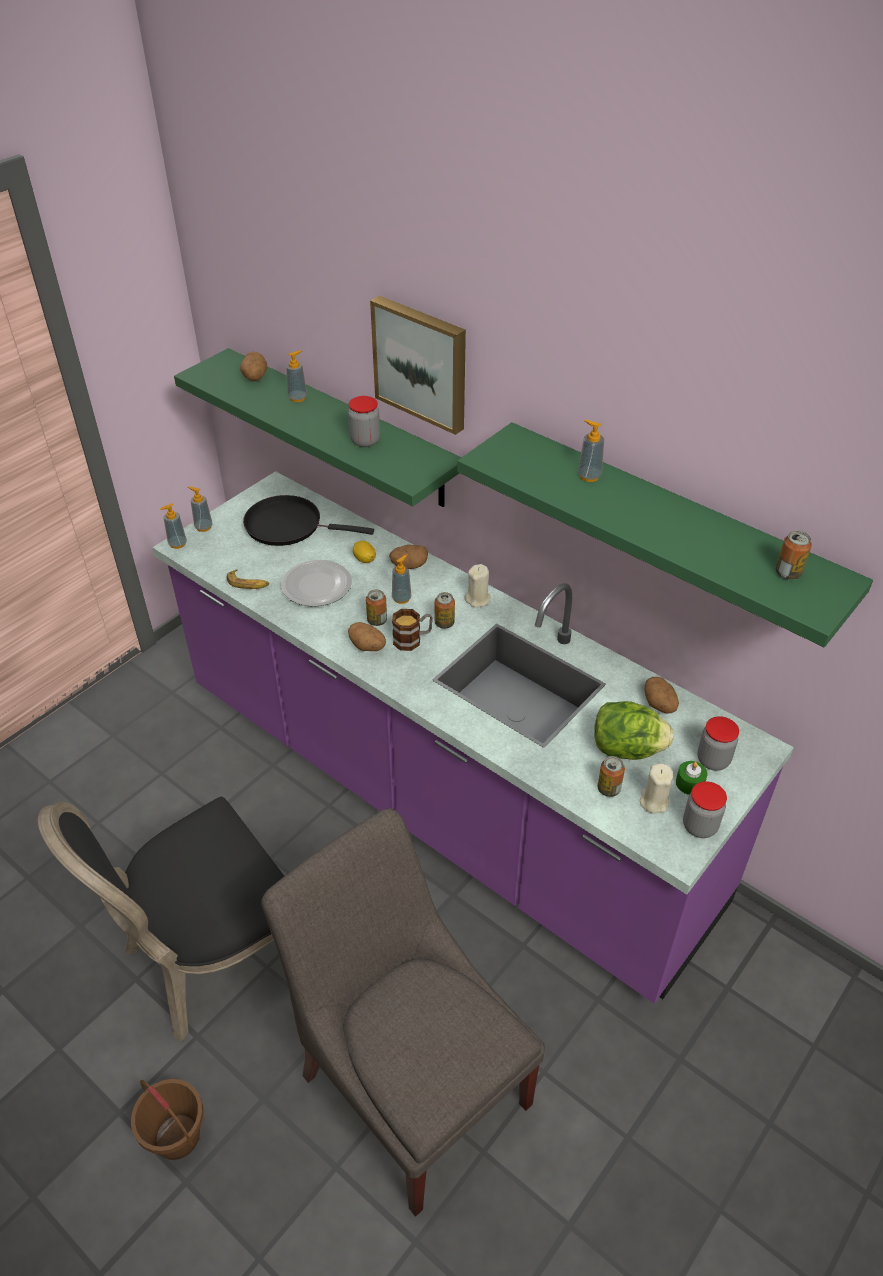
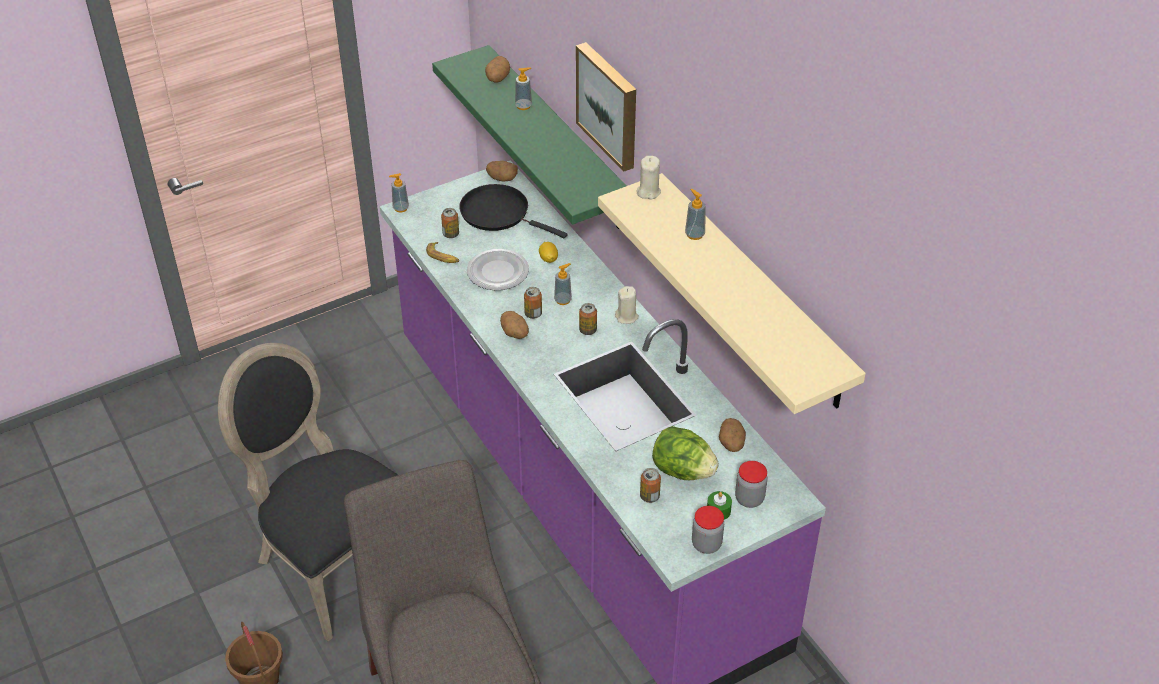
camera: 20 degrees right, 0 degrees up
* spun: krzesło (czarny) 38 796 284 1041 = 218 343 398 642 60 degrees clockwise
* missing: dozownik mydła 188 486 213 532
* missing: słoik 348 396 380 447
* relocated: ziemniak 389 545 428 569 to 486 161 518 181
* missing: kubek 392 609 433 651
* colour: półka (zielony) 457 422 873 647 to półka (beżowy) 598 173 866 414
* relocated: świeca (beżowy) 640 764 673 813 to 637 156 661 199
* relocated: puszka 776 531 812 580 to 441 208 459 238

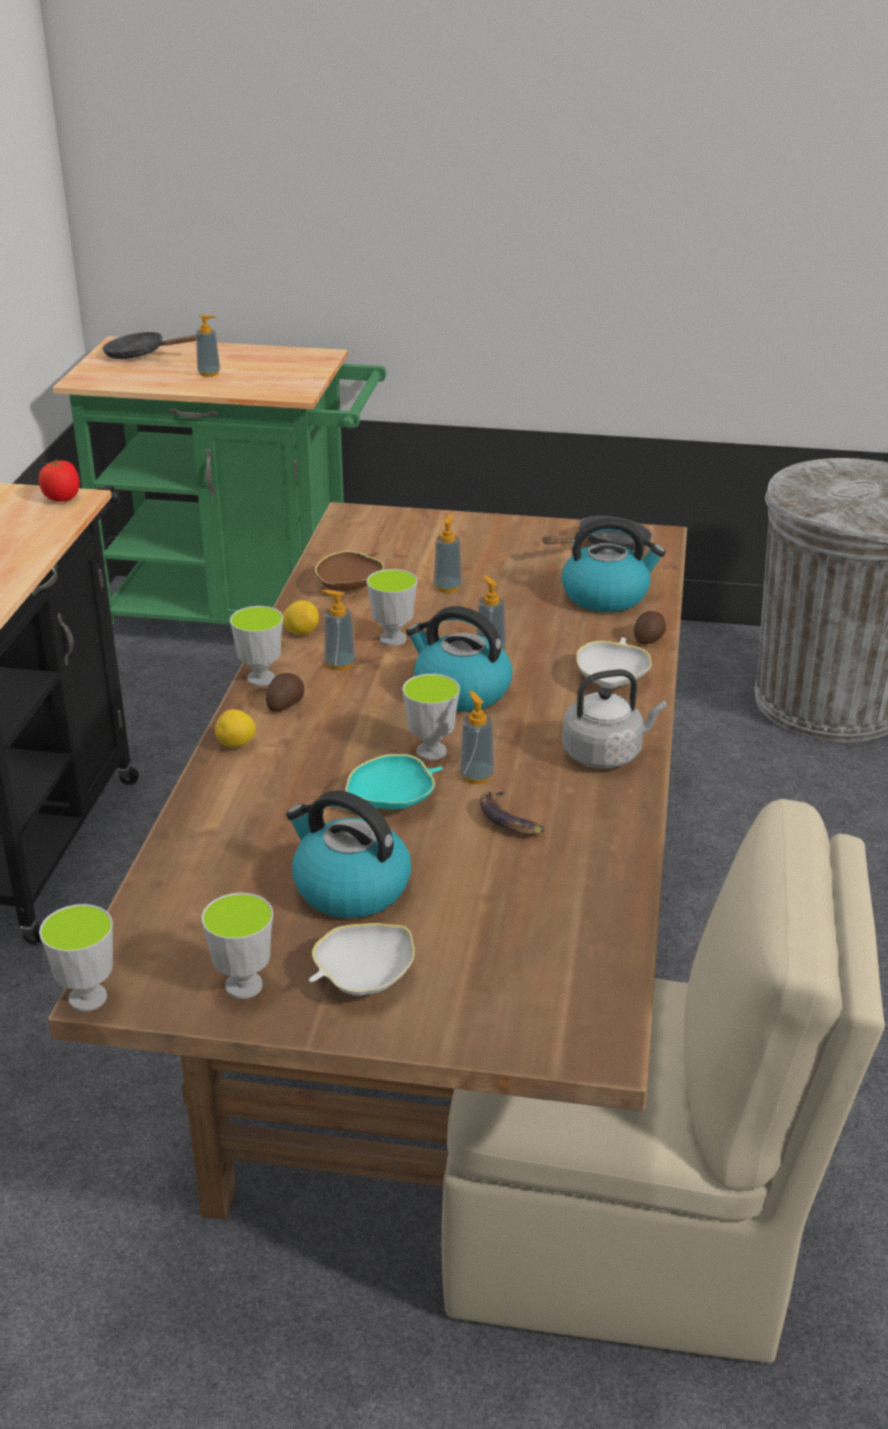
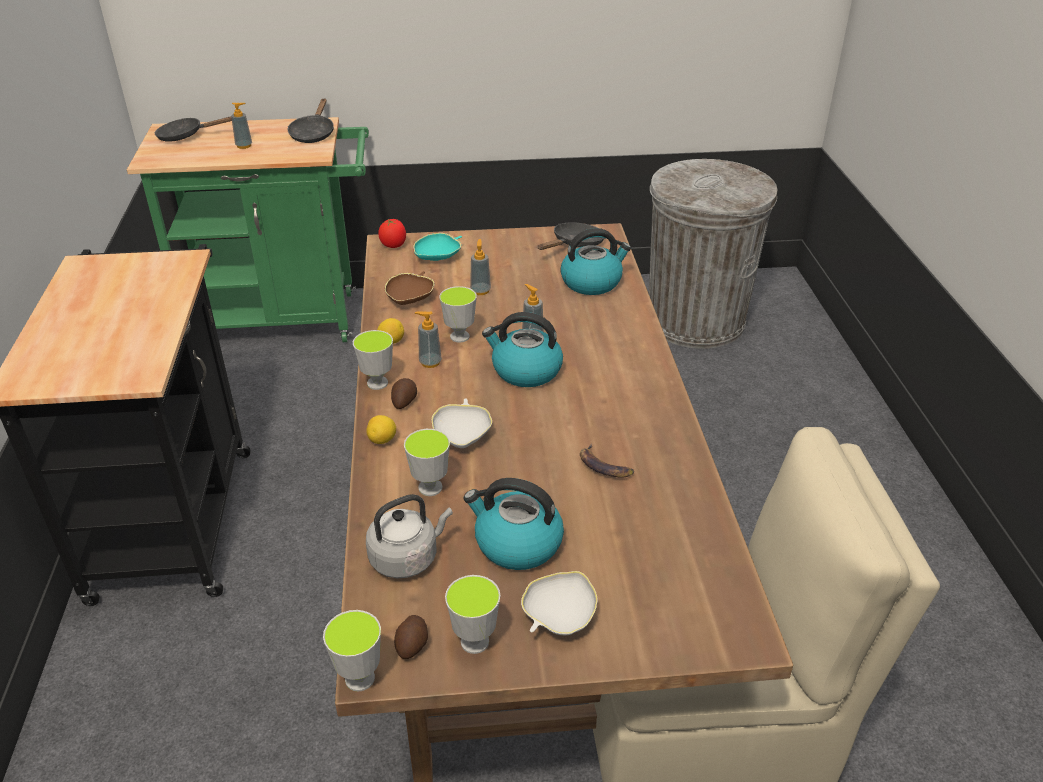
camera: 15 degrees left, 5 degrees up
* relocated: pomidor 39 459 80 502 to 378 219 406 248
* relocated: miska (turkusowy) 345 754 443 809 to 413 233 462 261
* relocated: filiżanka 402 674 460 760 to 404 429 450 496
* missing: dozownik mydła 459 691 494 784
* relocated: czajnik (szary) 562 669 667 769 to 366 494 453 578
* relocated: miska (biały) 576 637 652 689 to 432 398 492 448
* relocated: ziemniak 634 611 666 644 to 394 615 428 659
* appeared: patelnia (czarny) 288 98 334 143

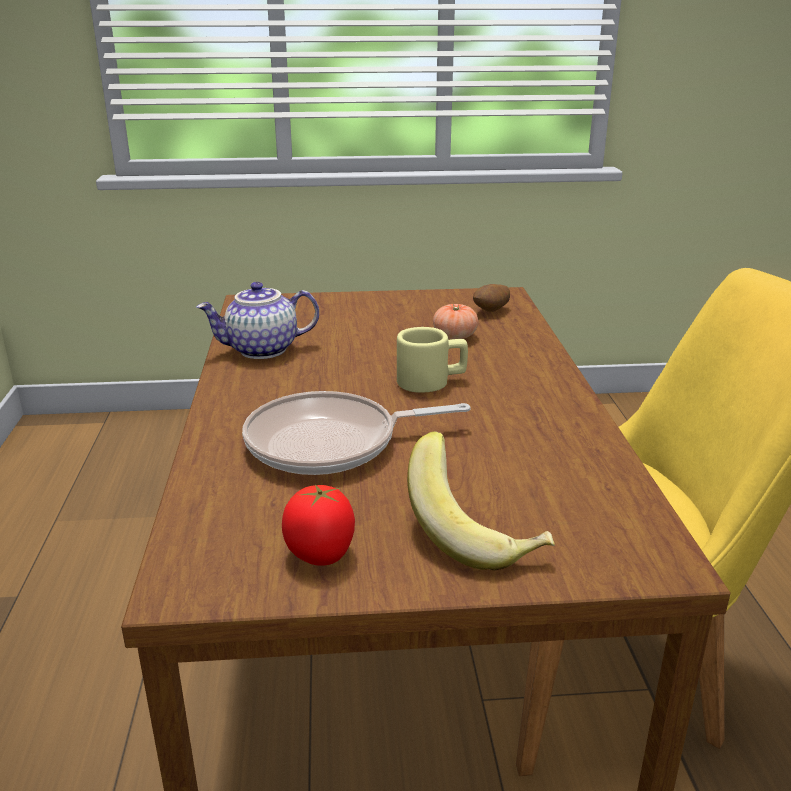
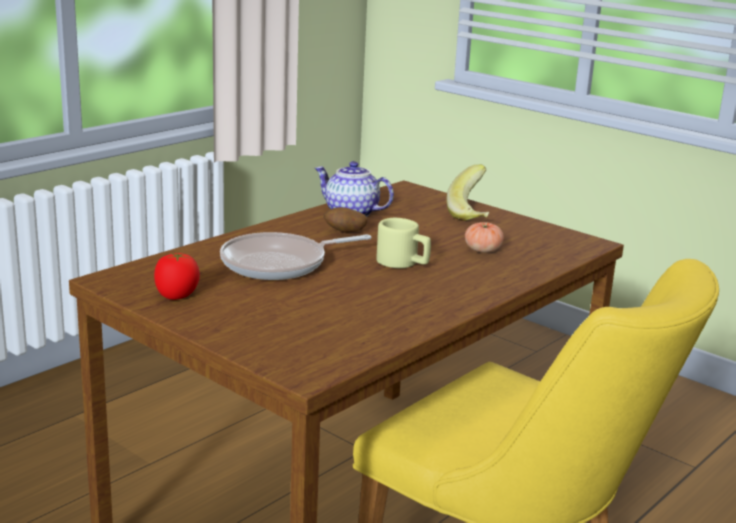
camera: 45 degrees right, 5 degrees down
* spun: patelnia 242 391 471 475 = 220 232 371 280 60 degrees counterclockwise
* relocated: banan 407 431 555 570 to 447 165 489 221
* relocated: ziemniak 473 284 510 312 to 324 207 367 233

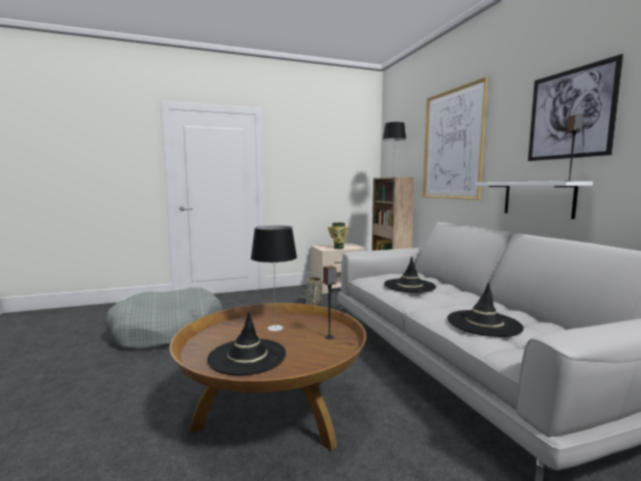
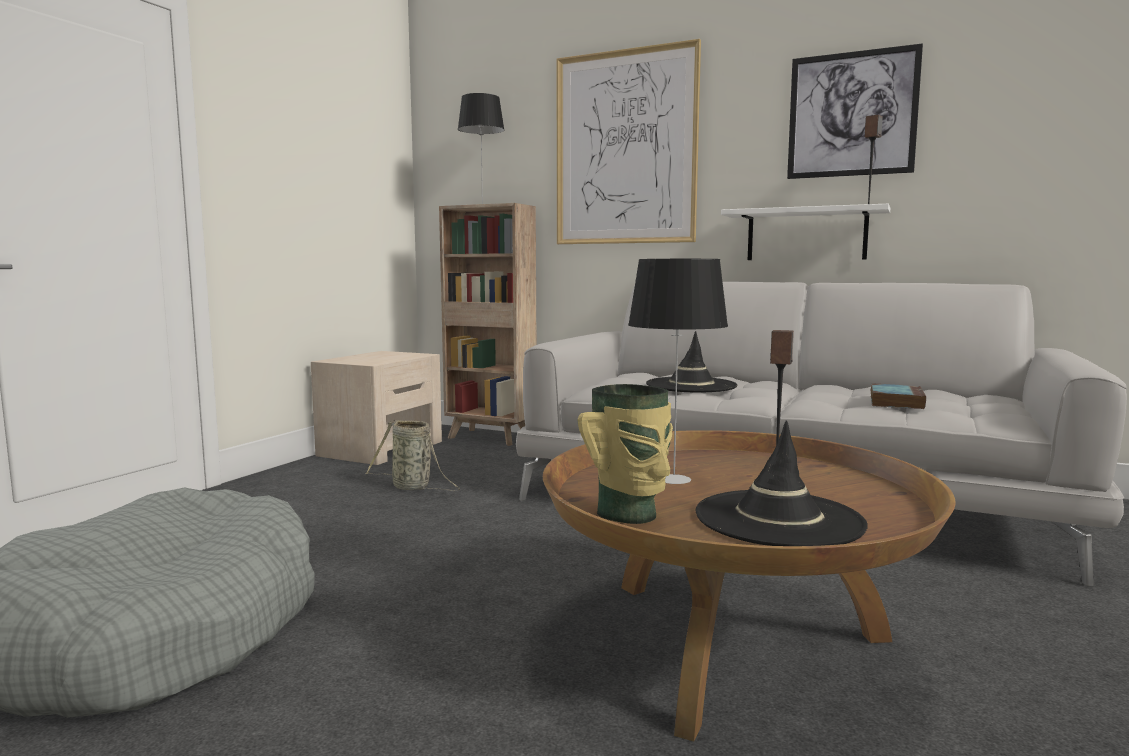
camera: 45 degrees left, 0 degrees up
* relocated: wazon 328 223 349 249 to 577 384 673 524
* exchanged: kapelusz (czarny) 447 282 524 337 to książka 870 383 926 409

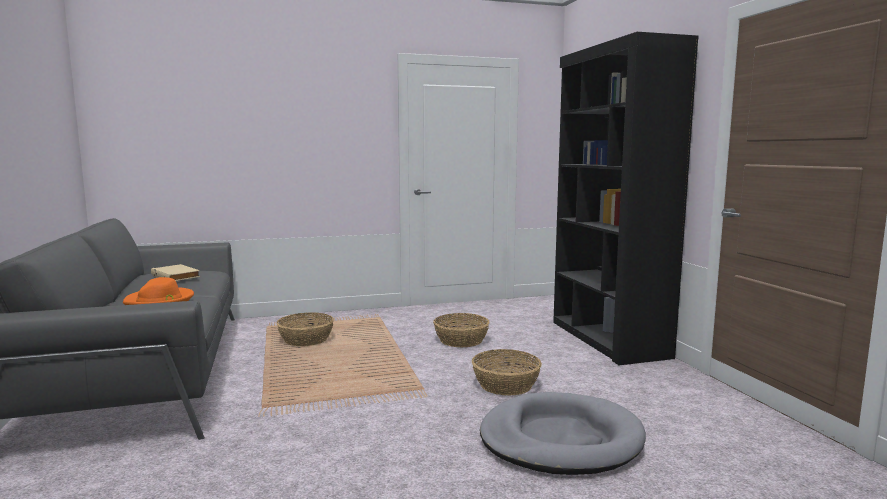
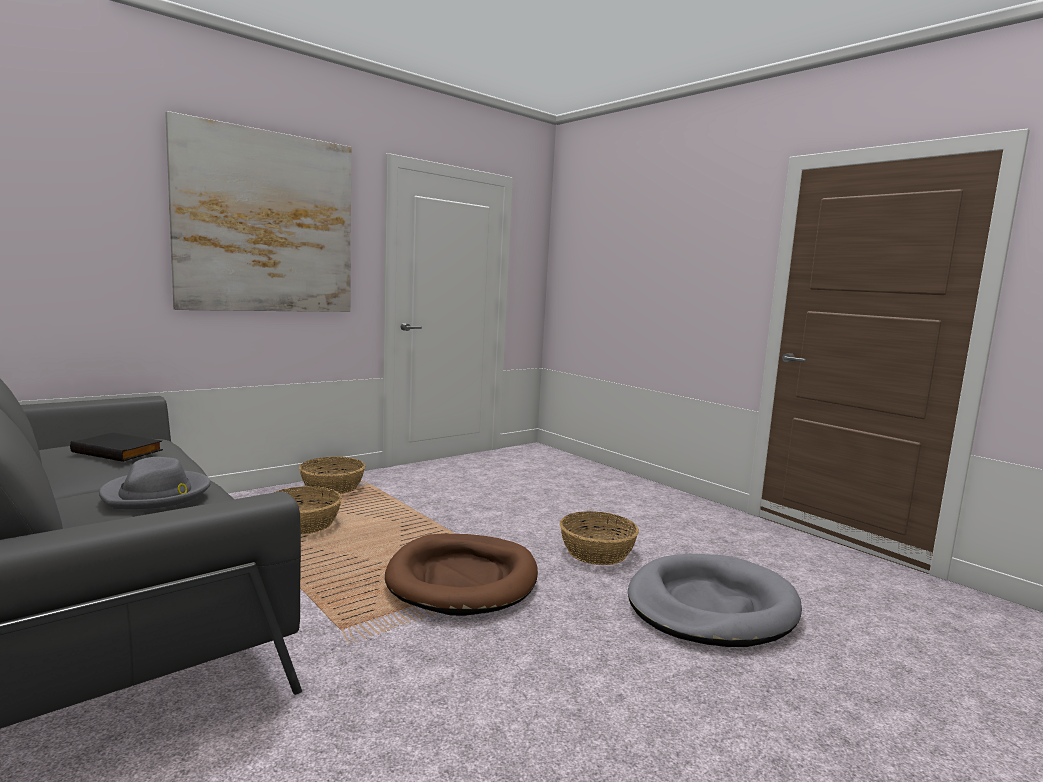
camera: 25 degrees left, 0 degrees up
* colour: kapelusz (pomarańczowy) 123 277 194 305 to kapelusz (szary) 99 457 211 510
* colour: książka (beżowy) 151 264 200 281 to książka (czarny) 70 432 163 462
* relocated: koszyk 433 313 490 347 to 299 456 365 495
* missing: regał (czarny) 553 32 699 365
* appeared: obraz 165 111 351 312
* appeared: legowisko (brązowy) 385 534 538 616

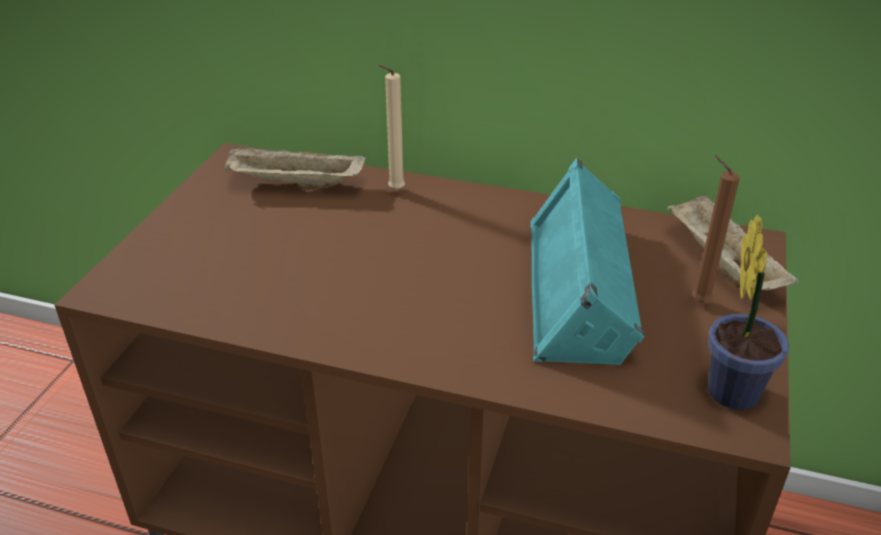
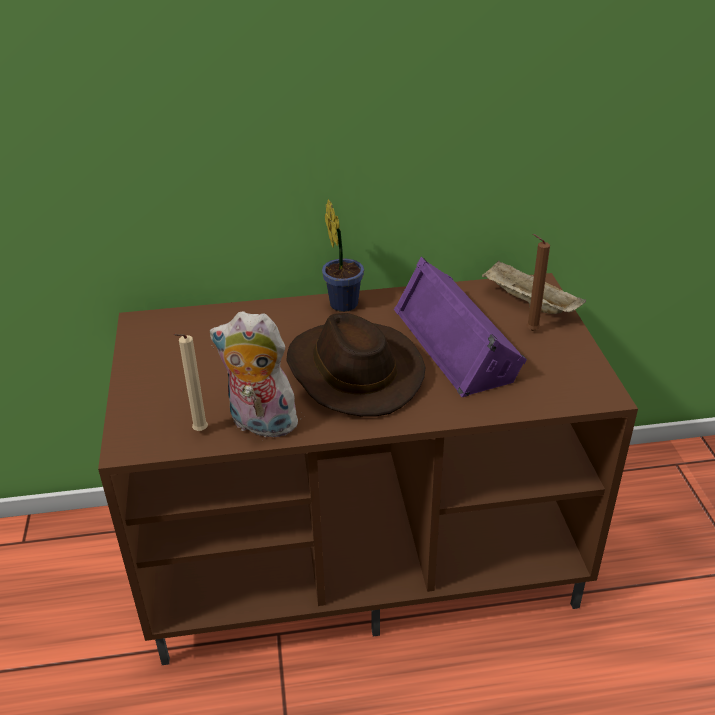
camera: 25 degrees left, 0 degrees up
* missing: taca (beżowy) 224 146 366 190
* relocated: świeca (beżowy) 378 65 405 190 to 174 334 208 431
* colour: głośnik (turkusowy) 531 158 645 365 to głośnik (fioletowy) 394 257 527 397
* relocated: roślina doniczkowa 708 215 789 410 to 322 199 364 312
* appeared: pluszak 210 311 301 437
* appeared: kapelusz (brązowy) 286 313 425 417

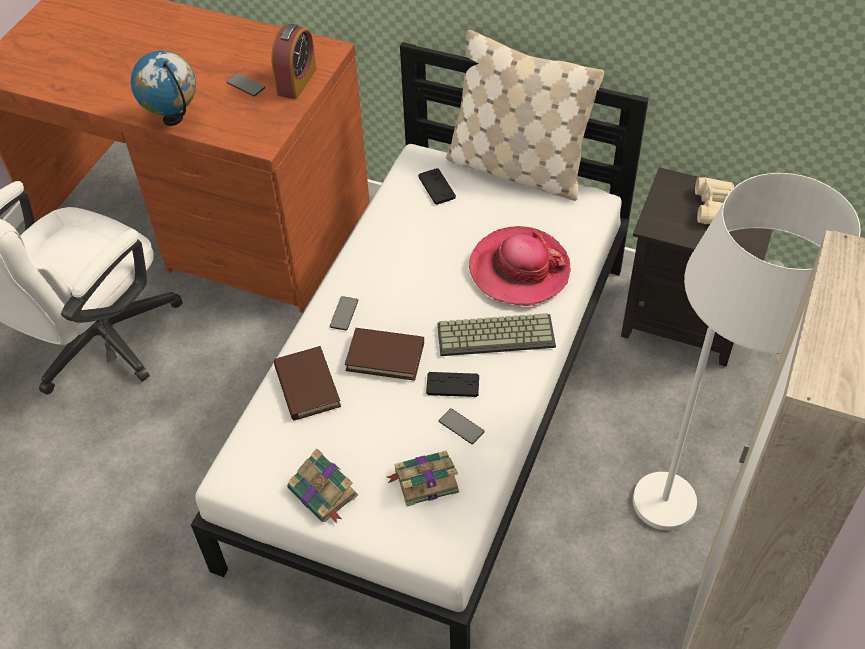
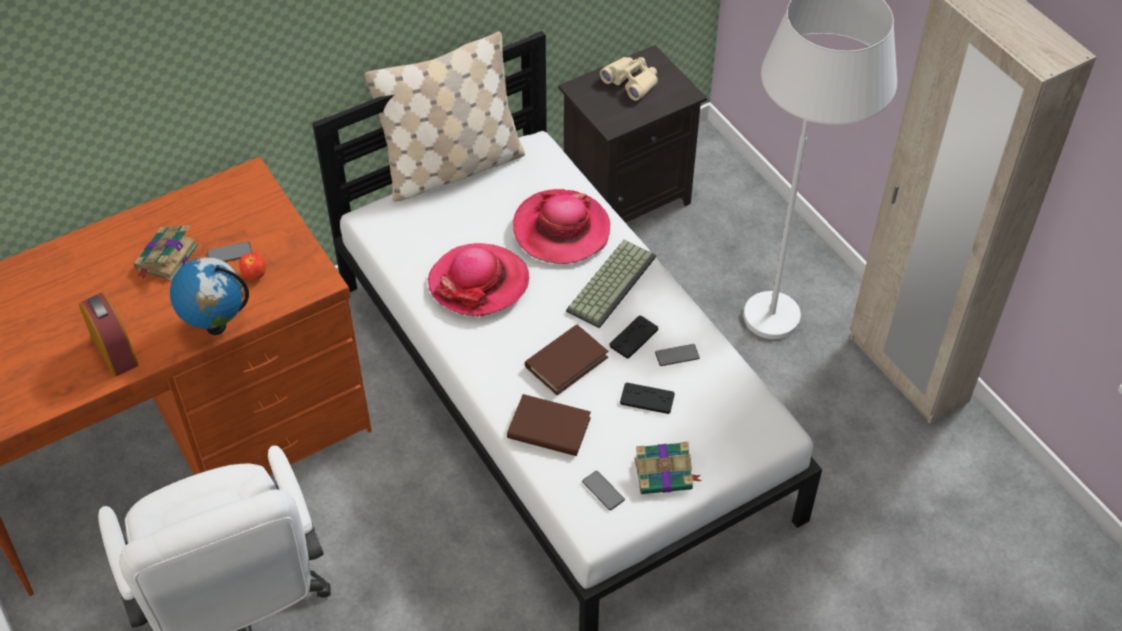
camera: 55 degrees left, 0 degrees up
* relocated: budzik 271 23 317 99 to 79 292 138 377
* relocated: telefon 330 296 358 330 to 582 471 625 510
* relocated: książka 387 451 459 507 to 134 225 199 281
* relocated: pad do gier (czarny) 418 168 456 205 to 620 382 675 414
* appeared: jabłko 239 253 265 280
* appeared: kapelusz 428 243 529 317

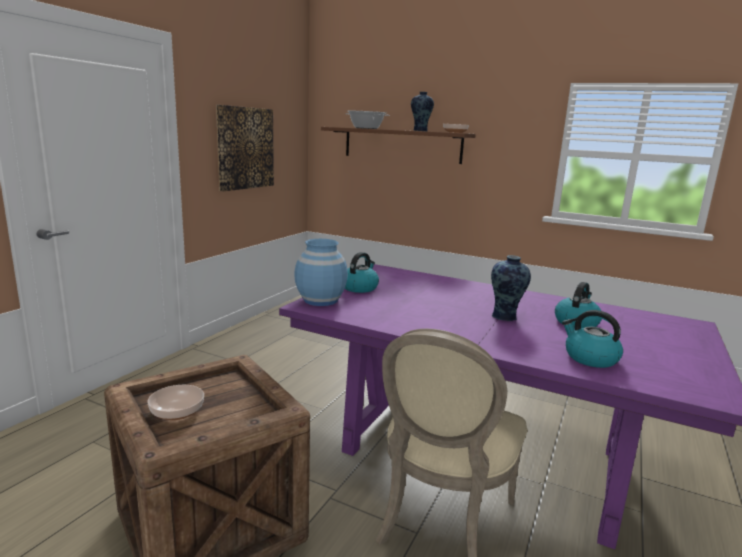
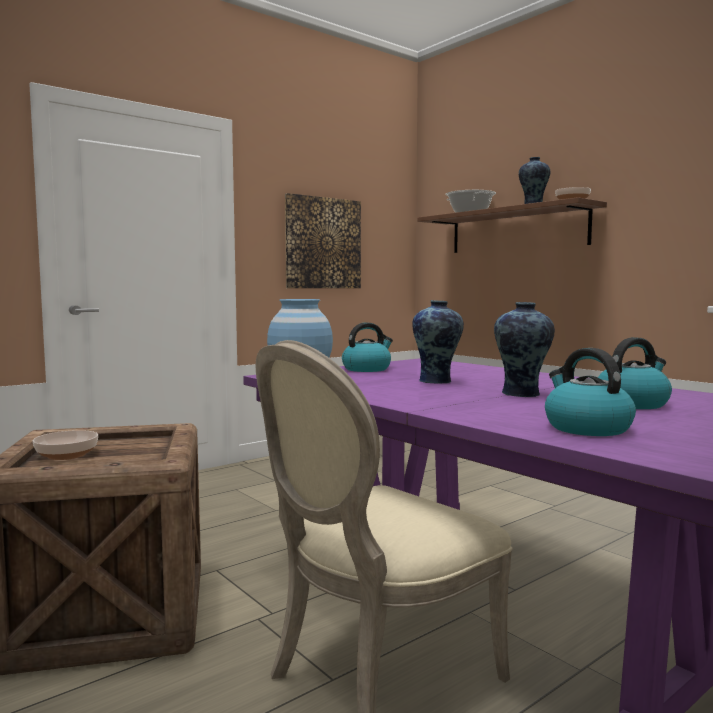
camera: 25 degrees right, 10 degrees down
* appeared: wazon 412 300 464 384

